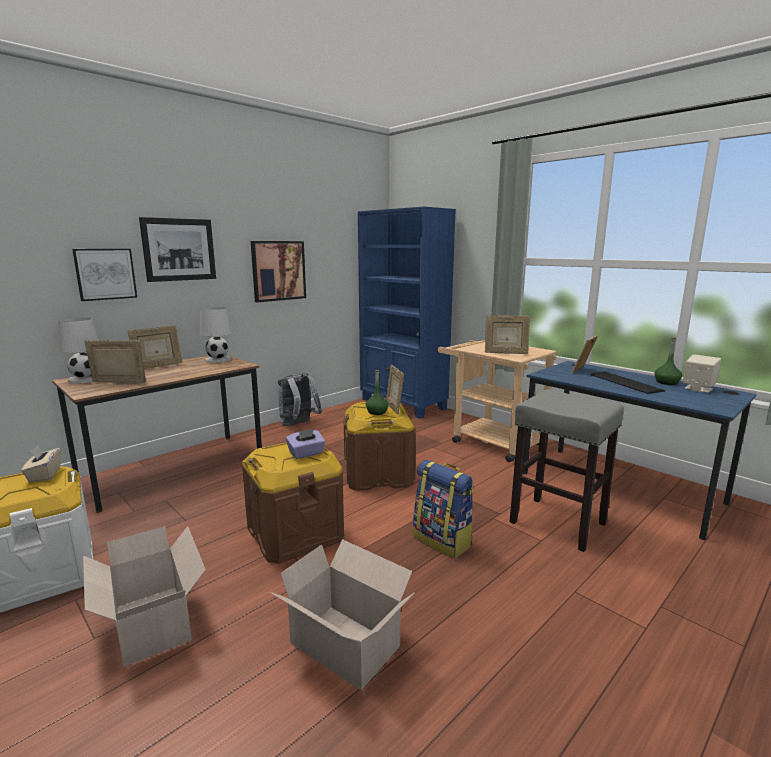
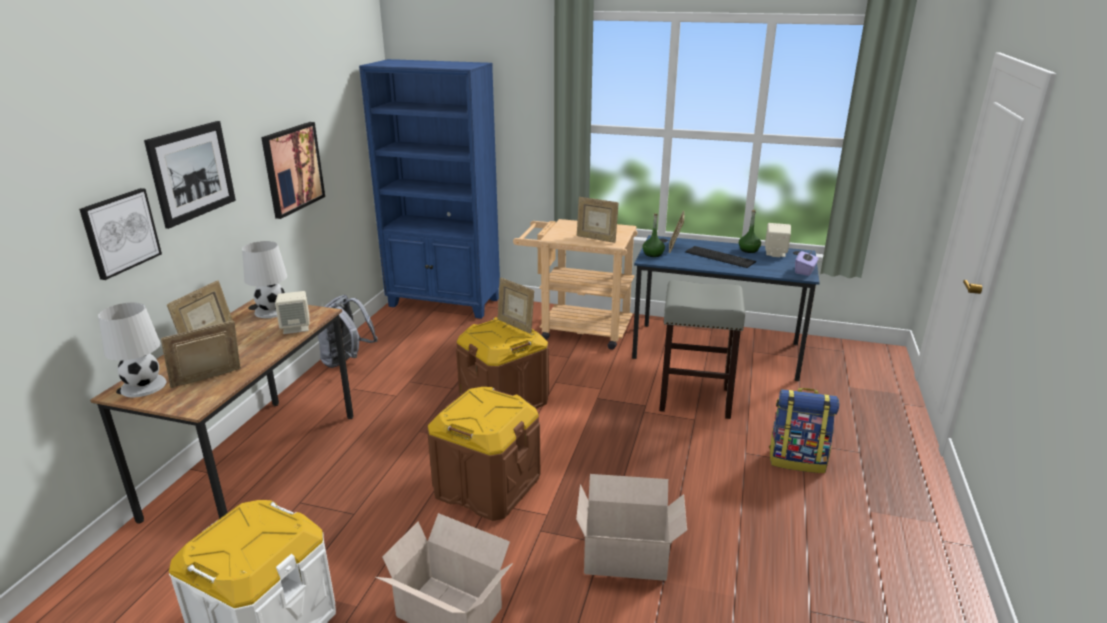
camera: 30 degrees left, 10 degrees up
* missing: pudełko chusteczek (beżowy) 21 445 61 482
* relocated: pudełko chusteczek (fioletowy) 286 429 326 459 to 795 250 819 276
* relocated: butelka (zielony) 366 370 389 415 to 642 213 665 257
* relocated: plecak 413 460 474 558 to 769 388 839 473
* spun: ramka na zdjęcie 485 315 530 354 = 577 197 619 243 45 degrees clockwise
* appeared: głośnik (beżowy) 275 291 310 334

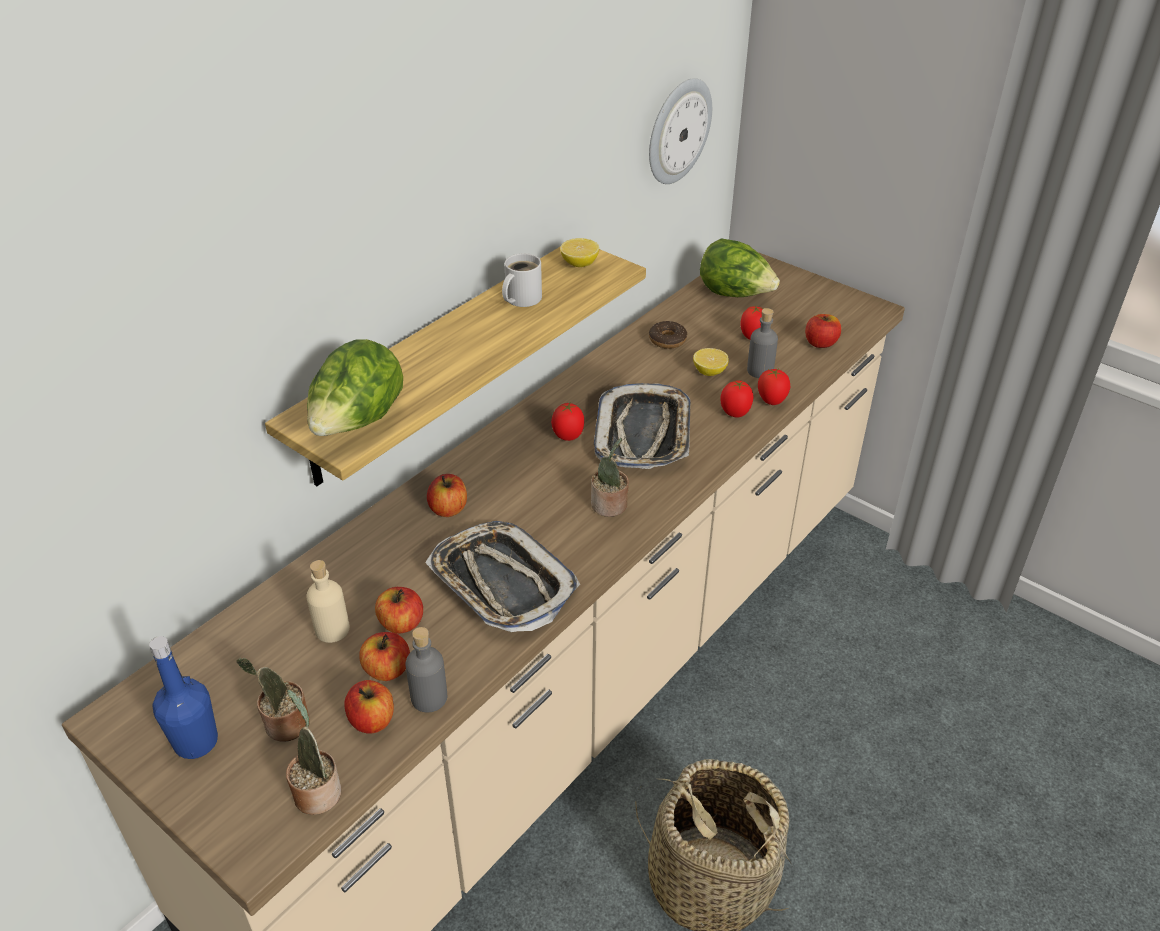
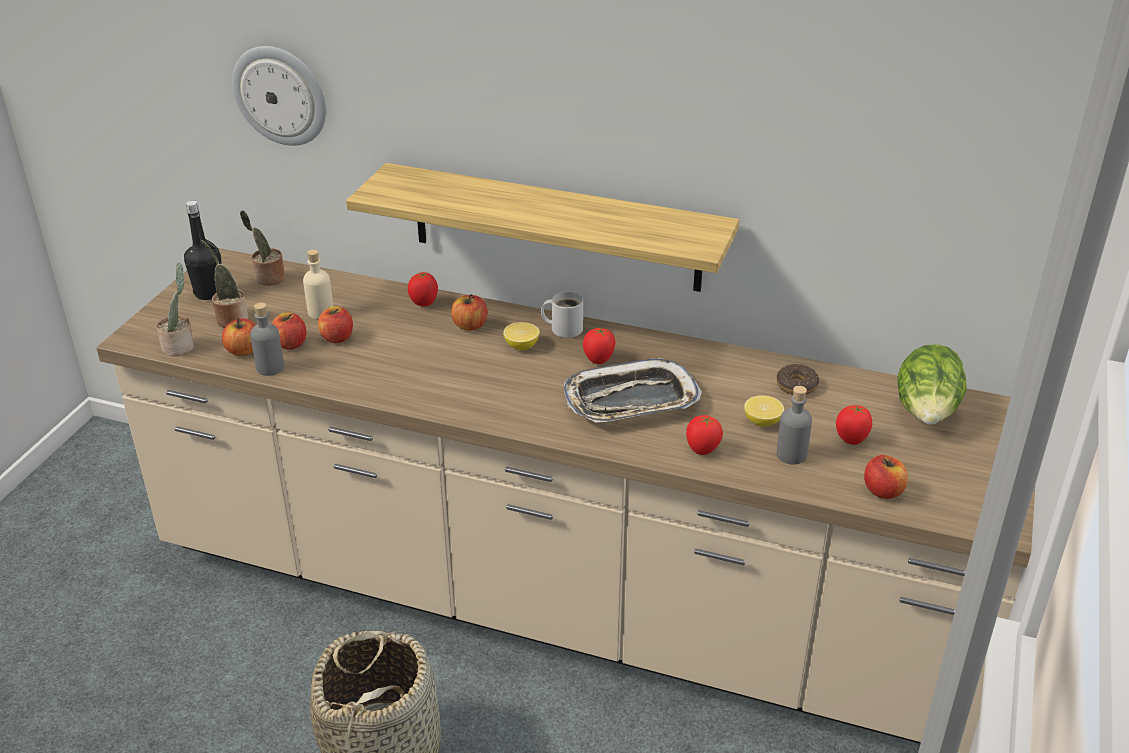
camera: 70 degrees right, 5 degrees down
* colour: butelka (niebieski) 149 636 218 759 to butelka (czarny) 184 200 222 300
* missing: sałata 307 339 403 436
* missing: taca 425 521 580 632
* relocated: kubek (biały) 502 253 542 307 to 541 291 583 338
* relocated: cytryna 560 238 599 267 to 503 322 540 350
* relocated: roślina doniczkowa 591 438 629 517 to 240 210 285 286
* relocated: zegar ścienny 649 78 712 184 to 232 46 327 146
* relocated: pomidor 758 369 790 405 to 408 272 438 306

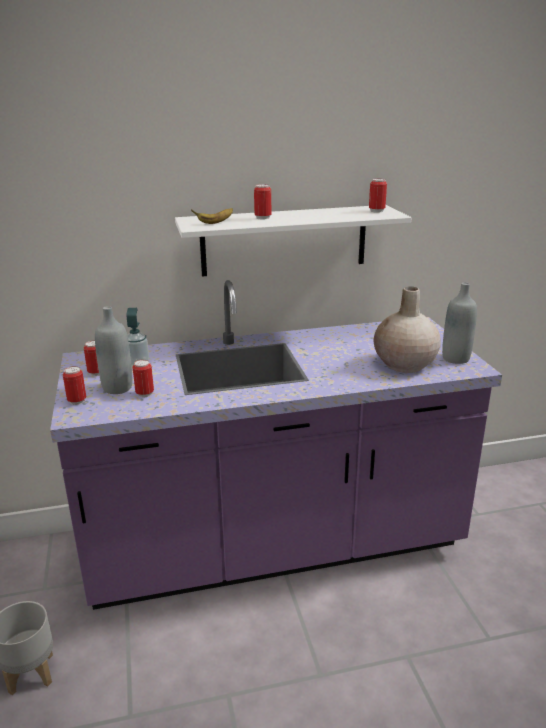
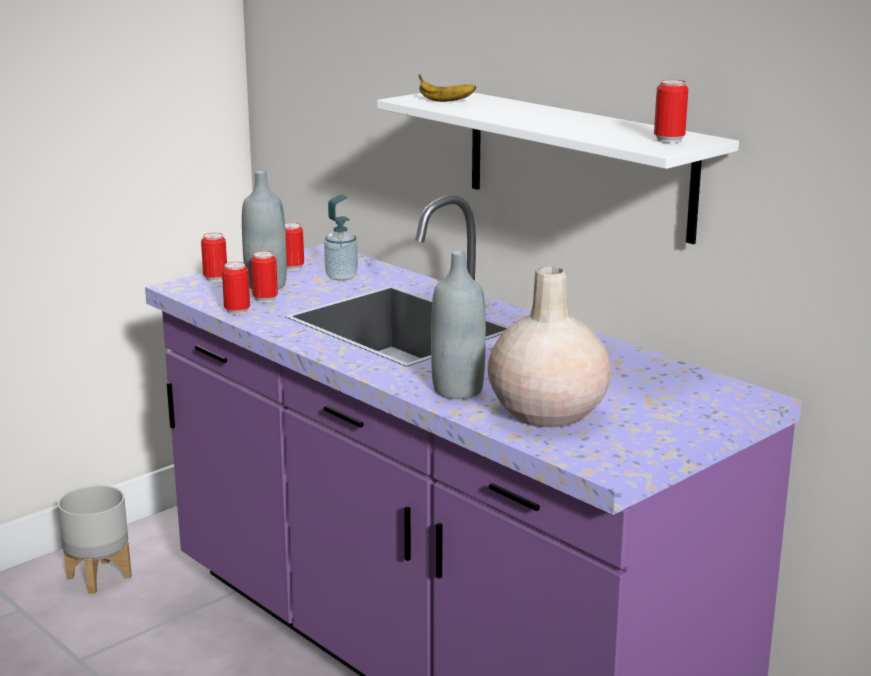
camera: 60 degrees right, 5 degrees down
* relocated: puszka 254 184 271 220 to 222 262 250 315
* relocated: butelka (szary) 442 282 477 364 to 431 251 486 399

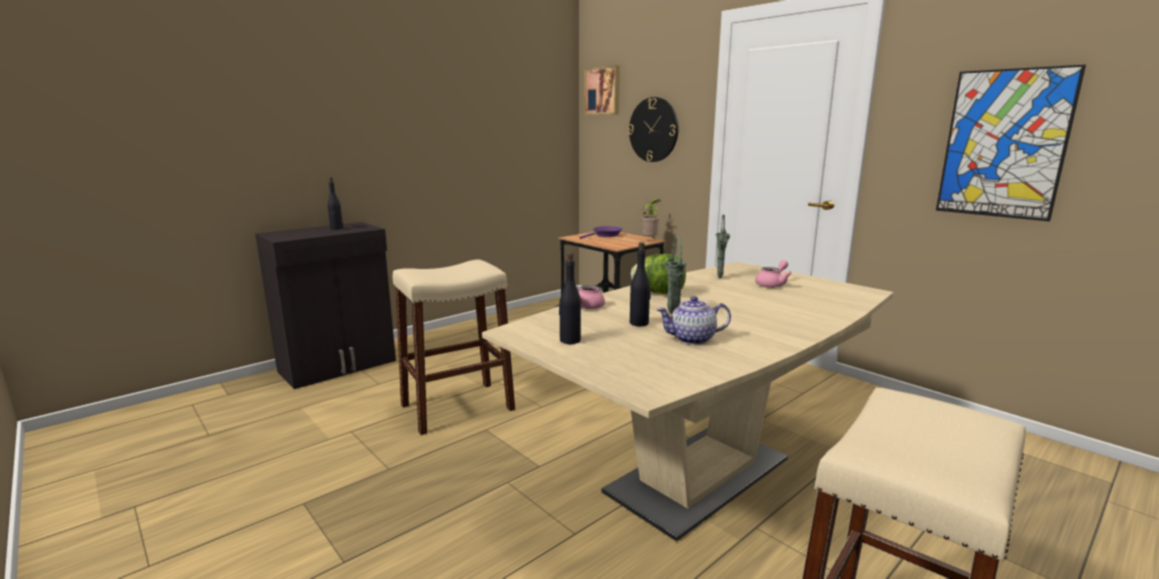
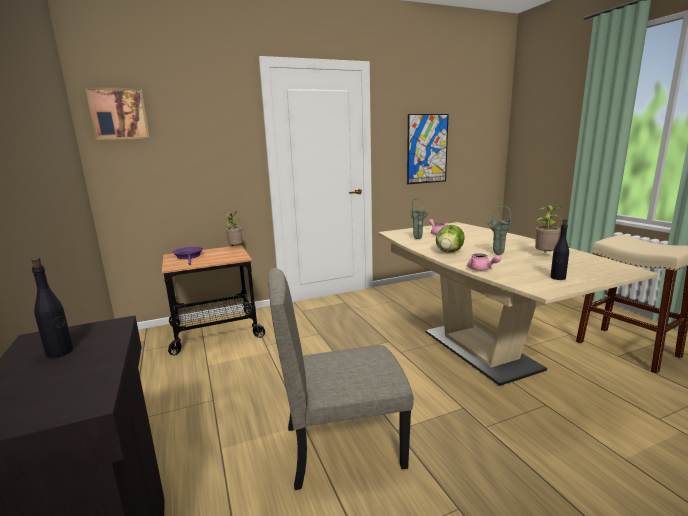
camera: 70 degrees left, 0 degrees up
* exchanged: stołek (beżowy) 393 259 515 435 to krzesło (beżowy) 268 268 414 490
* missing: zegar ścienny 628 97 679 162
* missing: butelka (czarny) 630 242 651 326
* exchanged: imbryk 657 296 731 345 to roślina doniczkowa 535 205 562 252

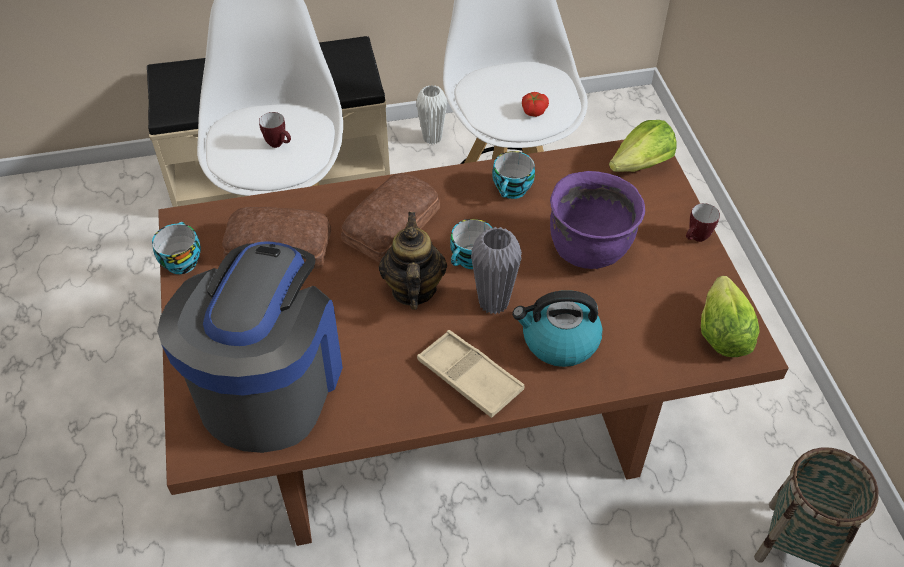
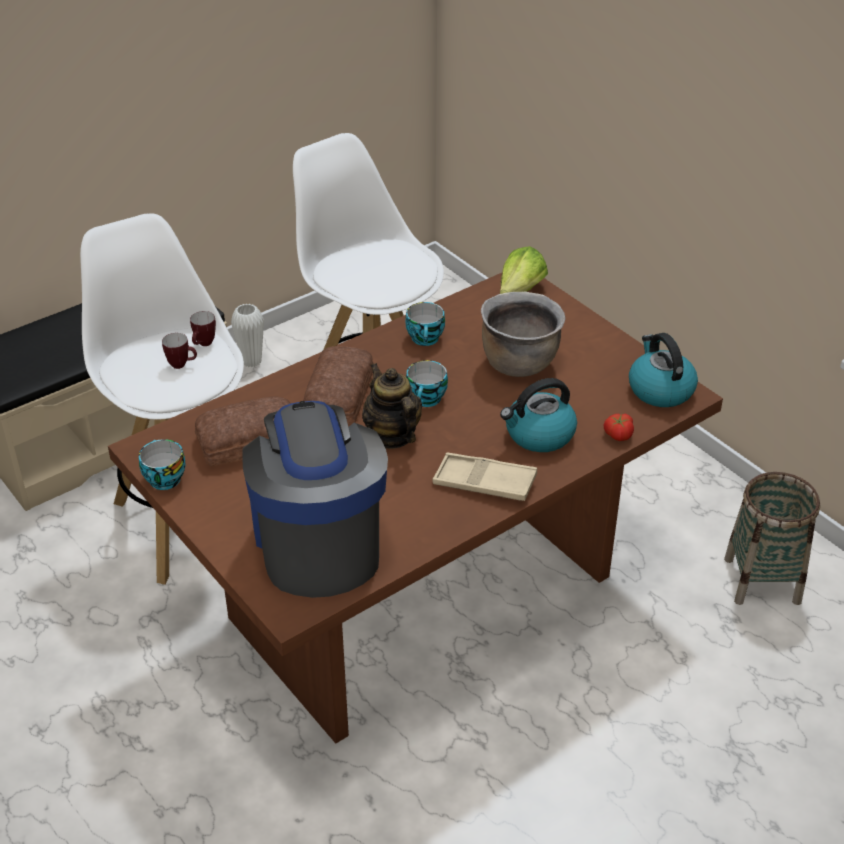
camera: 25 degrees left, 10 degrees down
* missing: wazon (szary) 471 227 522 314
* relocated: pomidor 522 92 549 117 to 604 414 634 441
* colour: garnek (fioletowy) 550 171 645 269 to garnek (brązowy) 481 291 565 377
* relocated: kubek 686 203 720 242 to 190 311 216 346
* exchanged: sałata 701 276 760 357 to czajnik 629 333 698 407

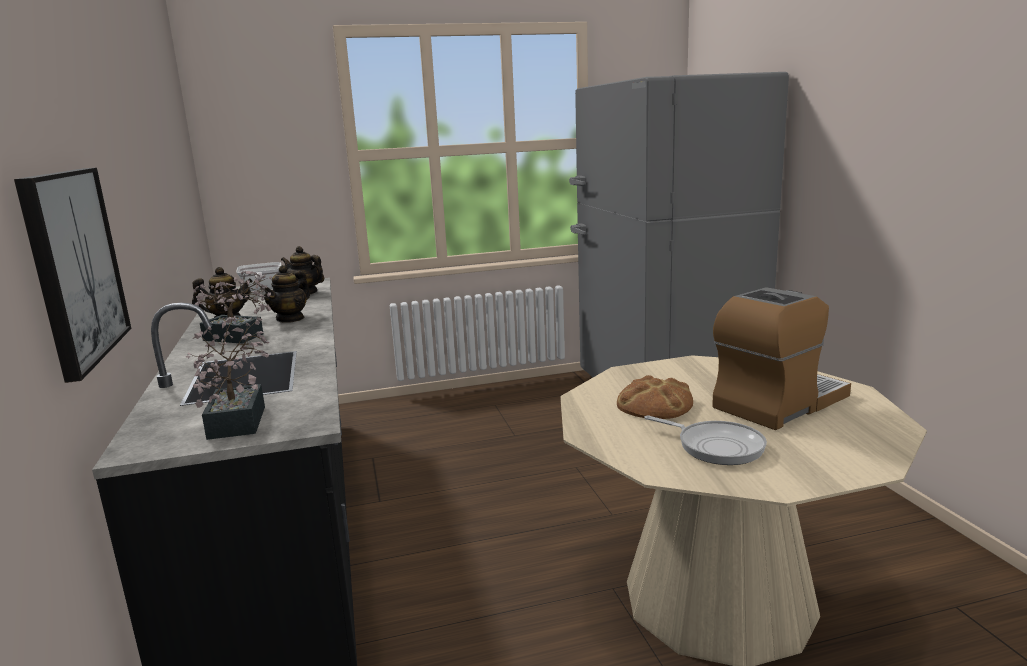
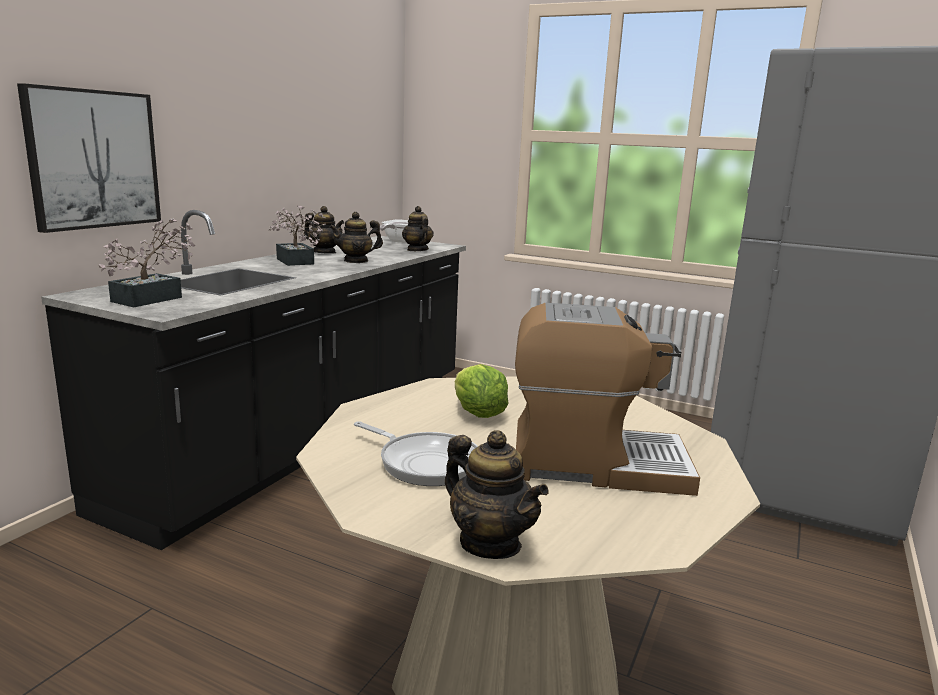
camera: 40 degrees right, 0 degrees up
* exchanged: chleb 617 375 693 419 to sałata 455 364 508 418
* spun: patelnia 644 415 767 465 = 354 421 478 486 45 degrees counterclockwise
* appeared: imbryk 445 430 549 559

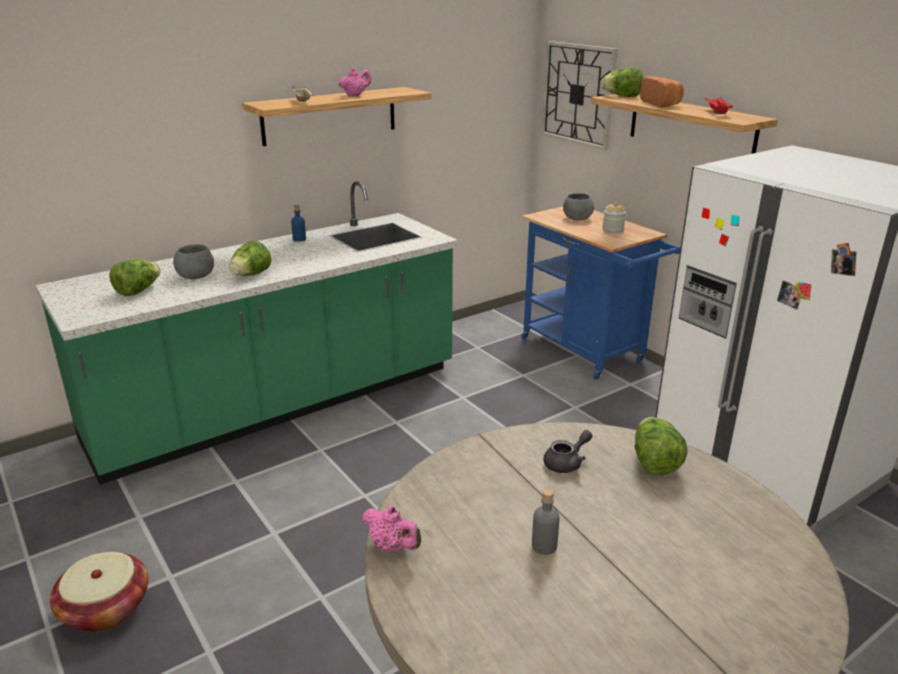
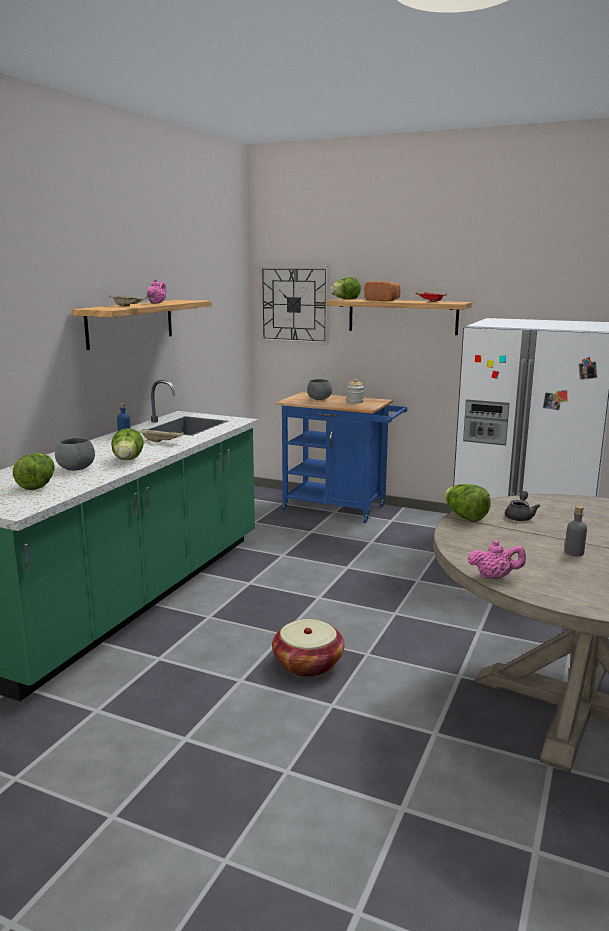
camera: 30 degrees left, 10 degrees down
* relocated: koszyk 50 552 149 632 to 272 619 345 677
* relocated: sałata 635 417 687 475 to 444 484 491 522
* appeared: taca (beżowy) 138 429 184 442

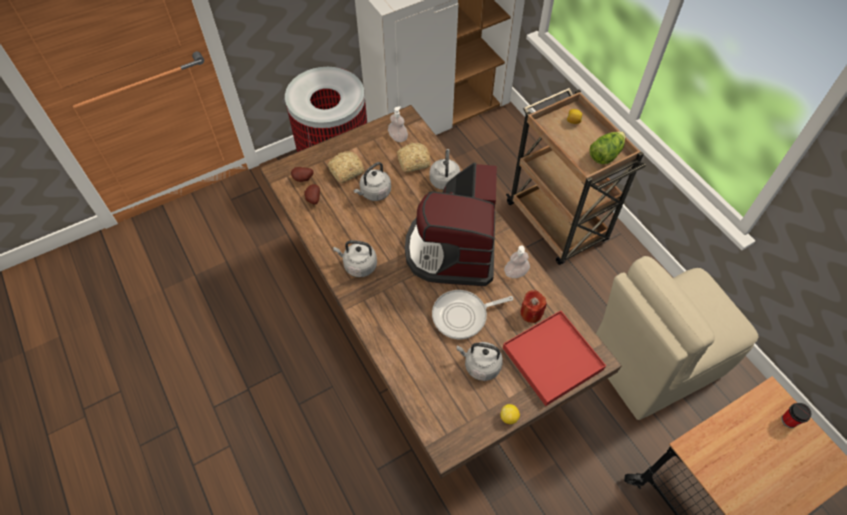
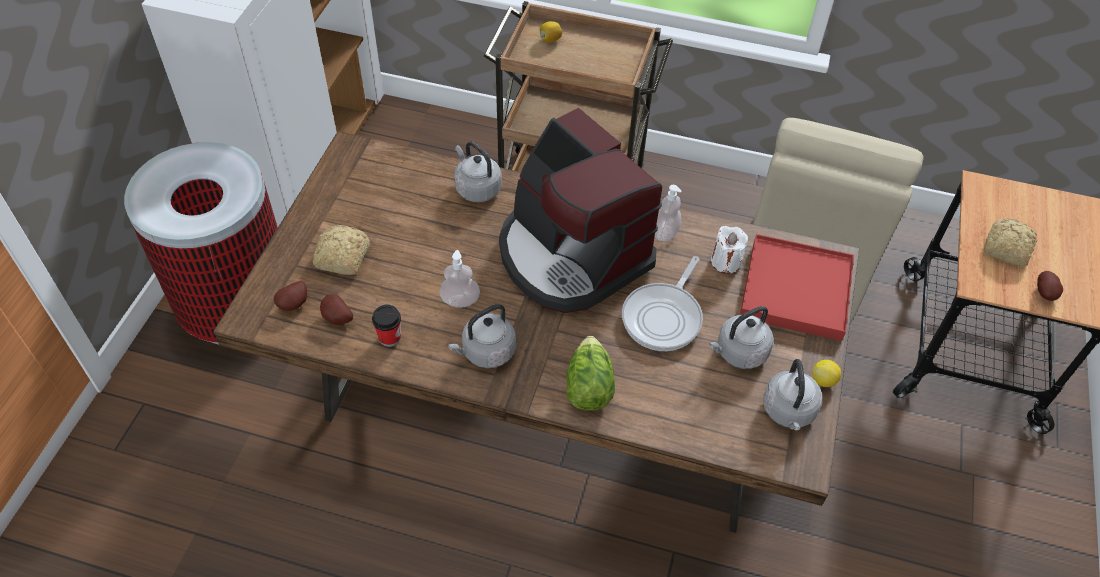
camera: 45 degrees left, 5 degrees down
* relocated: czajnik (szary) 353 162 391 201 to 763 359 822 430
* relocated: dozownik mydła 388 106 408 142 to 439 250 480 308
* relocated: chleb 397 143 431 173 to 984 218 1037 267
* colour: świeca (czerwony) 521 290 547 323 to świeca (biały) 711 226 748 274
* relocated: sałata 589 131 626 164 to 566 336 615 411
* relocated: filiżanka 781 403 811 428 to 372 305 401 347
* appeared: ziemniak 1037 271 1063 301

